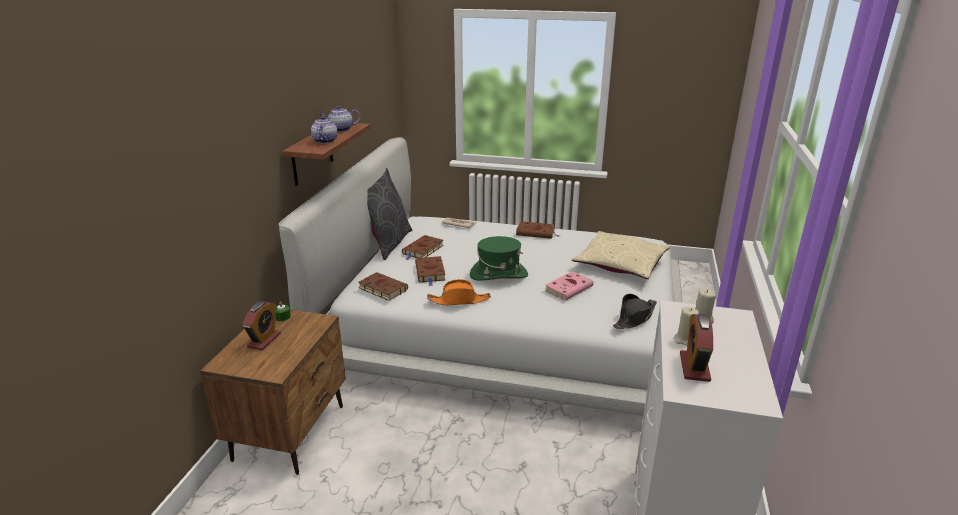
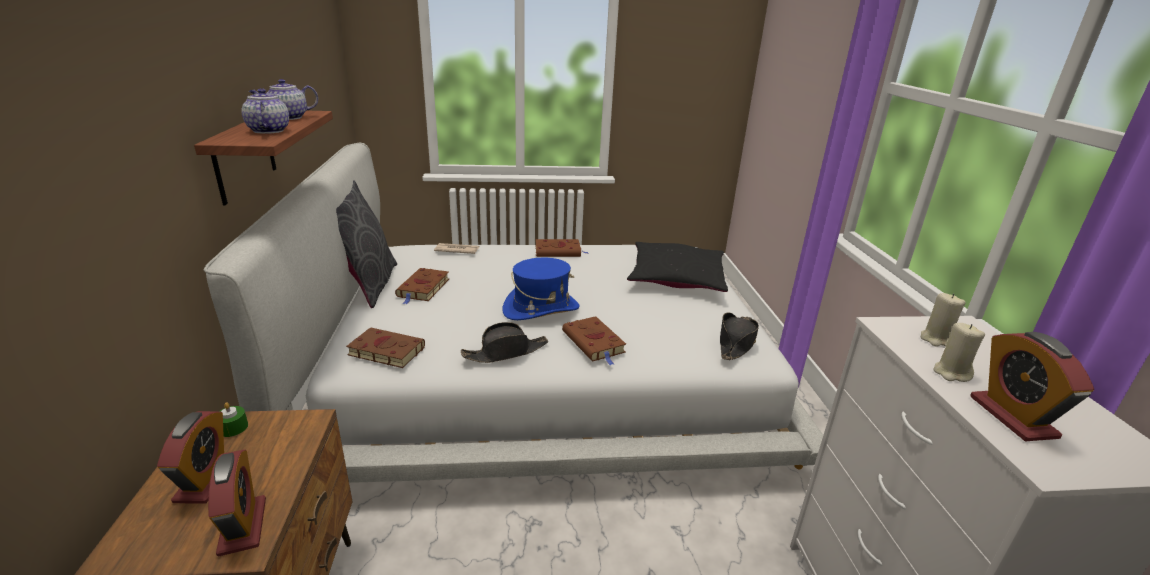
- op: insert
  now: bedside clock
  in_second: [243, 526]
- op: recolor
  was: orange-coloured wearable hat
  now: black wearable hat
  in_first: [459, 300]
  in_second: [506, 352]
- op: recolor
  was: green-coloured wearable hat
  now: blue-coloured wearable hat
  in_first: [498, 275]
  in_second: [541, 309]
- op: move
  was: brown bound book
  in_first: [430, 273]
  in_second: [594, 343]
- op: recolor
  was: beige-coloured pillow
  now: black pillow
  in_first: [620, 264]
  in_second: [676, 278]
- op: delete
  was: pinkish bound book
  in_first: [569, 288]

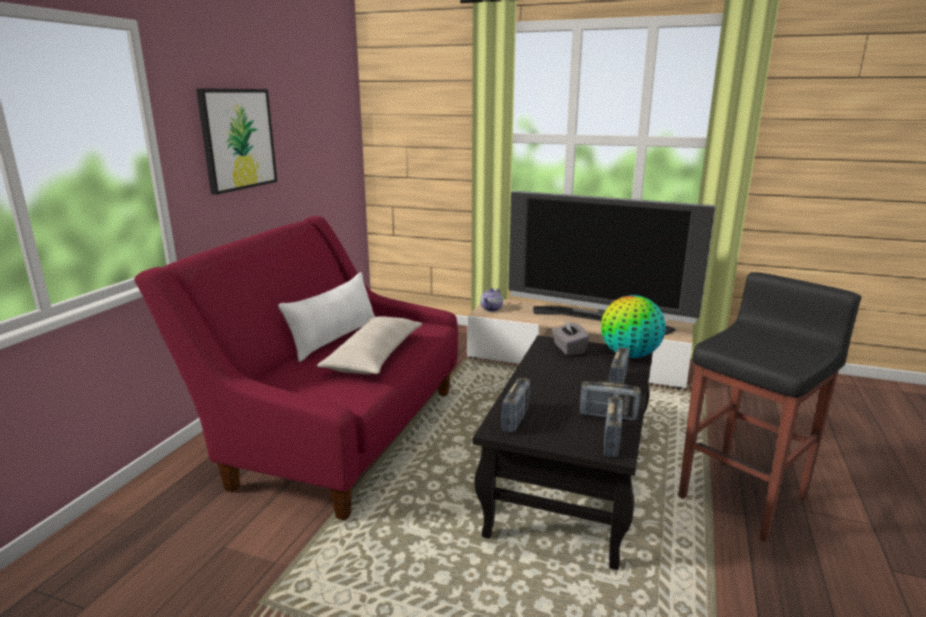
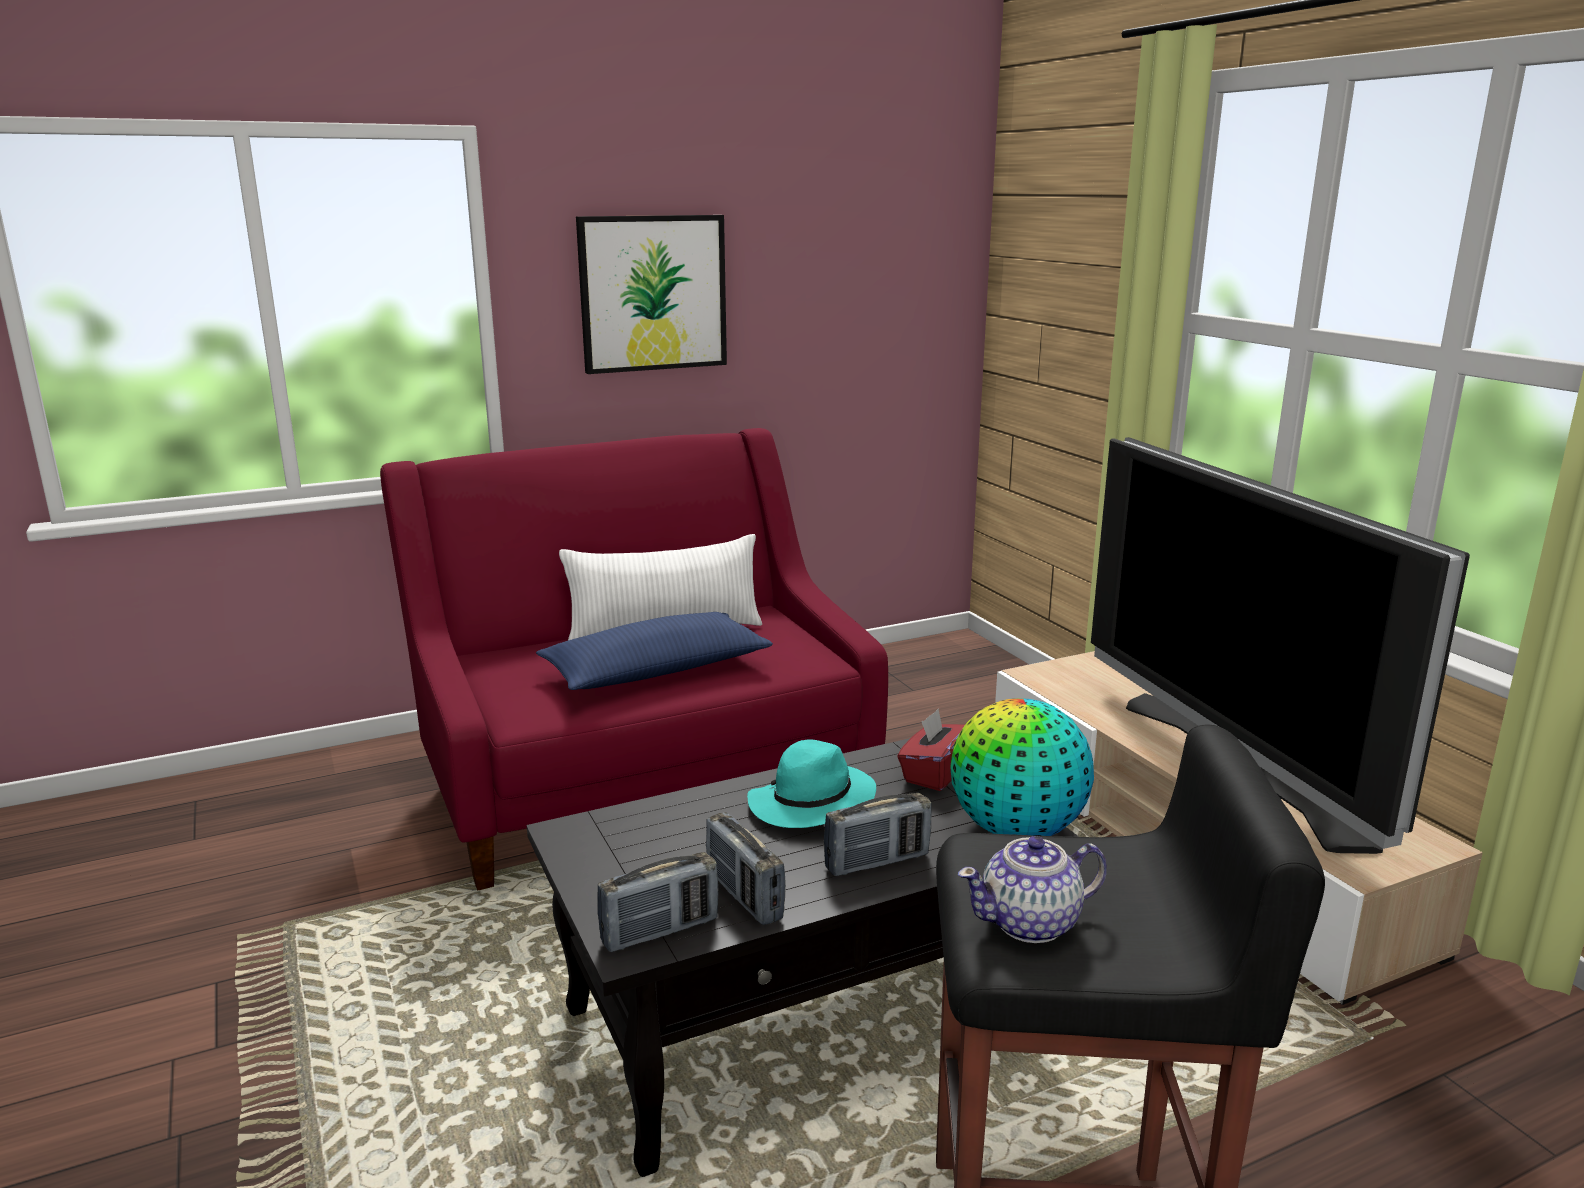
- op: recolor
  was: beige-coloured pillow
  now: blue-coloured pillow
  in_first: [374, 357]
  in_second: [655, 672]
- op: insert
  now: turquoise-coloured wearable hat
  in_second: [811, 805]
- op: recolor
  was: greyish tissue box
  now: red-coloured tissue box
  in_first: [568, 349]
  in_second: [934, 773]
- op: move
  was: pot for tea
  in_first: [492, 309]
  in_second: [1031, 923]
- op: delete
  was: radio receiver
  in_first: [515, 419]

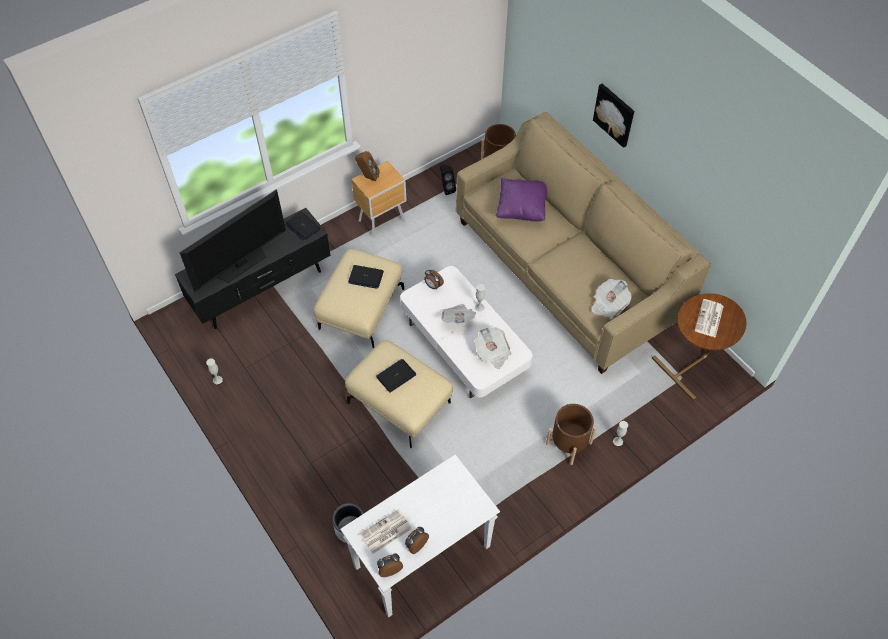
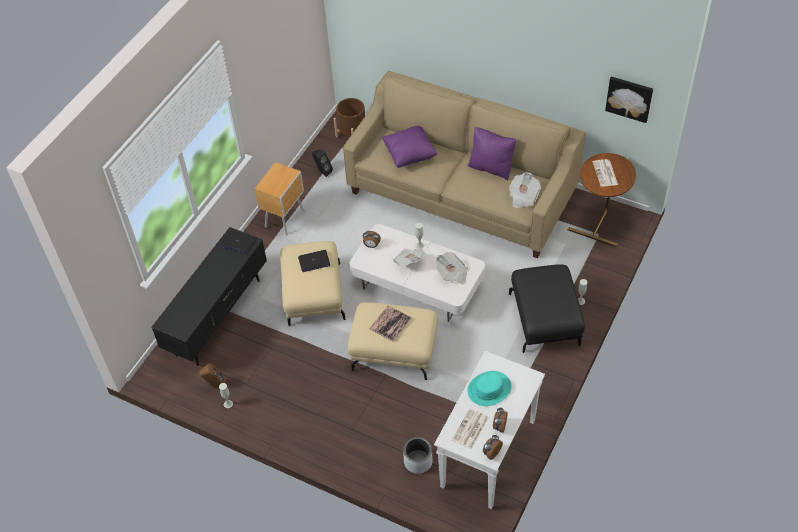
- op: move
  was: brown loudspeaker
  in_first: [368, 177]
  in_second: [215, 385]
- op: replace
  was: notebook computer
  now: bound book
  in_first: [396, 376]
  in_second: [390, 323]
- op: insert
  now: turquoise-coloured wearable hat
  in_second: [489, 389]
- op: insert
  now: purplish pillow
  in_second: [491, 167]
- op: replace
  was: brown planter
  now: black footrest
  in_first: [568, 443]
  in_second: [545, 319]
- op: move
  was: wall picture
  in_first: [615, 114]
  in_second: [629, 98]
- op: delete
  was: TV set
  in_first: [241, 264]

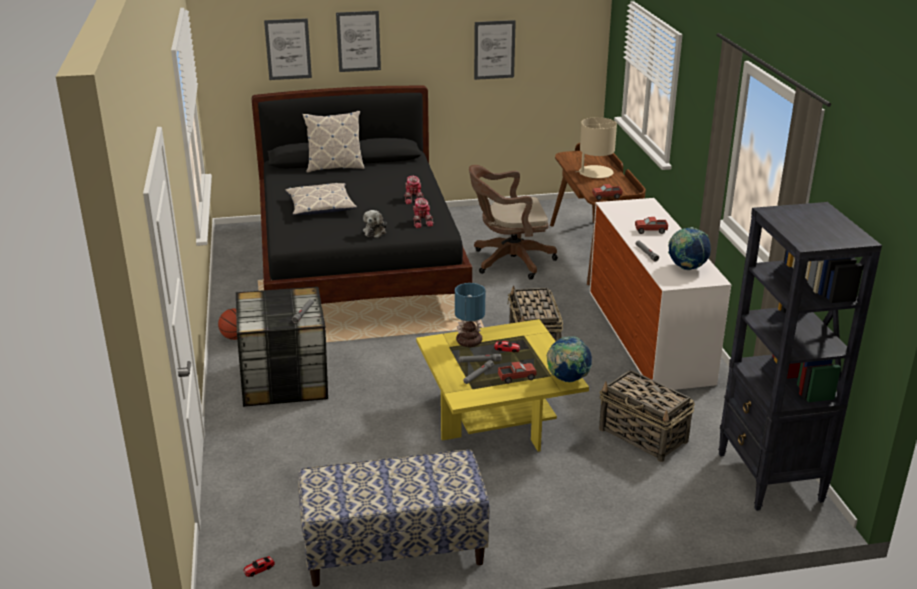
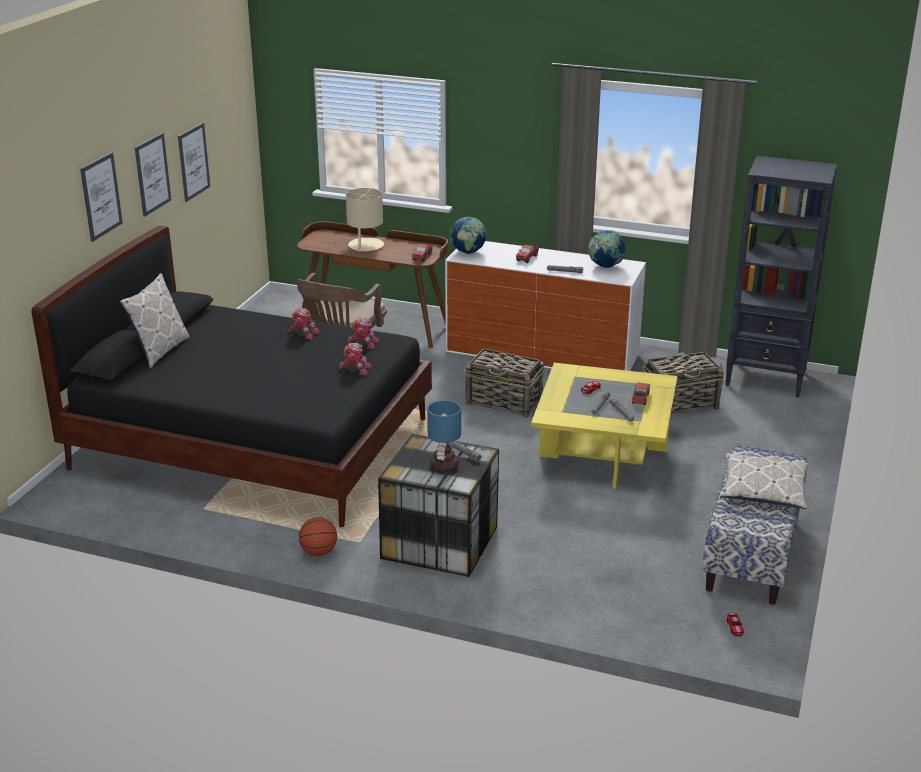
- op: move
  was: wall picture
  in_first: [288, 49]
  in_second: [152, 174]
- op: replace
  was: plush toy
  now: model robot
  in_first: [375, 231]
  in_second: [355, 369]
- op: move
  was: tabletop lamp
  in_first: [470, 341]
  in_second: [444, 464]
- op: move
  was: world globe
  in_first: [567, 379]
  in_second: [468, 253]
- op: move
  was: pillow
  in_first: [320, 206]
  in_second: [763, 489]

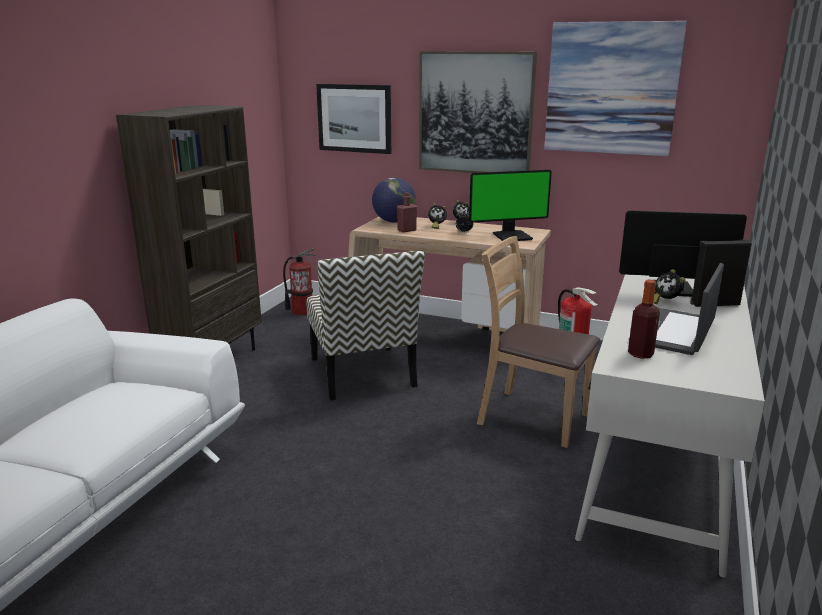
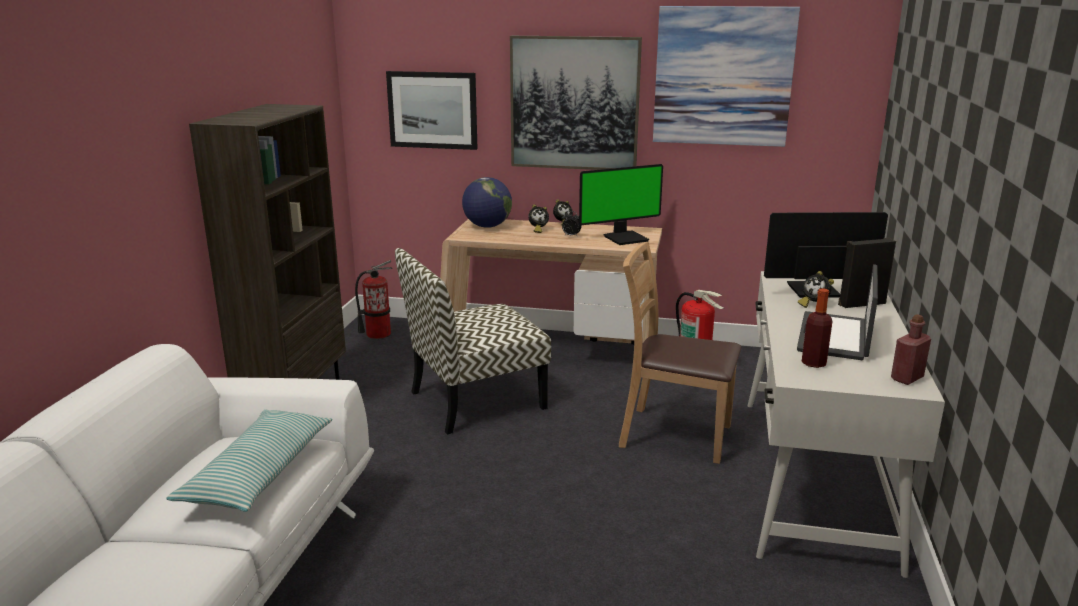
- op: insert
  now: pillow
  in_second: [259, 473]
- op: rotate
  was: plain chair
  in_first: [363, 373]
  in_second: [475, 401]
  clockwise: 90
- op: move
  was: red-coloured bottle
  in_first: [407, 230]
  in_second: [907, 378]

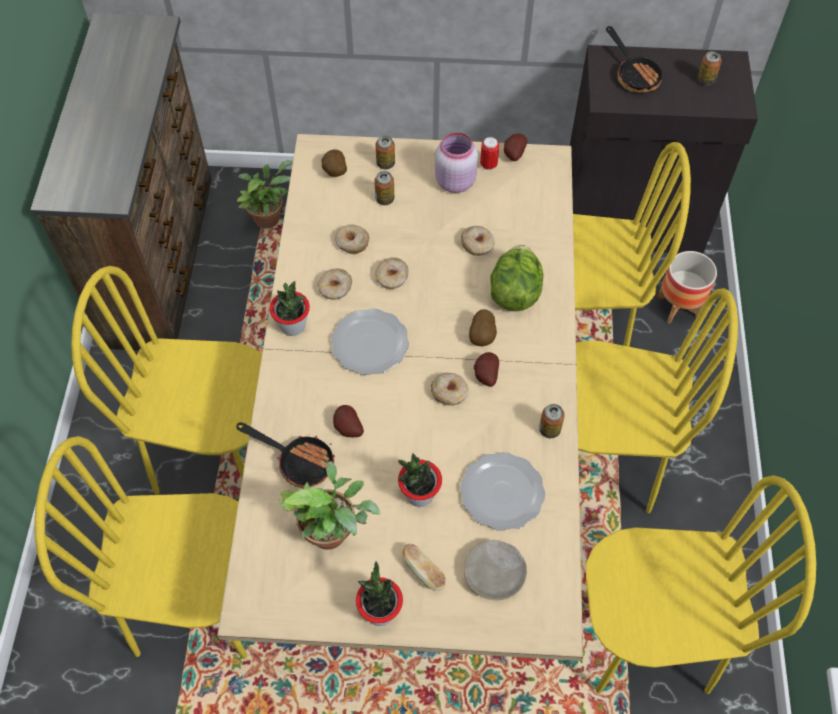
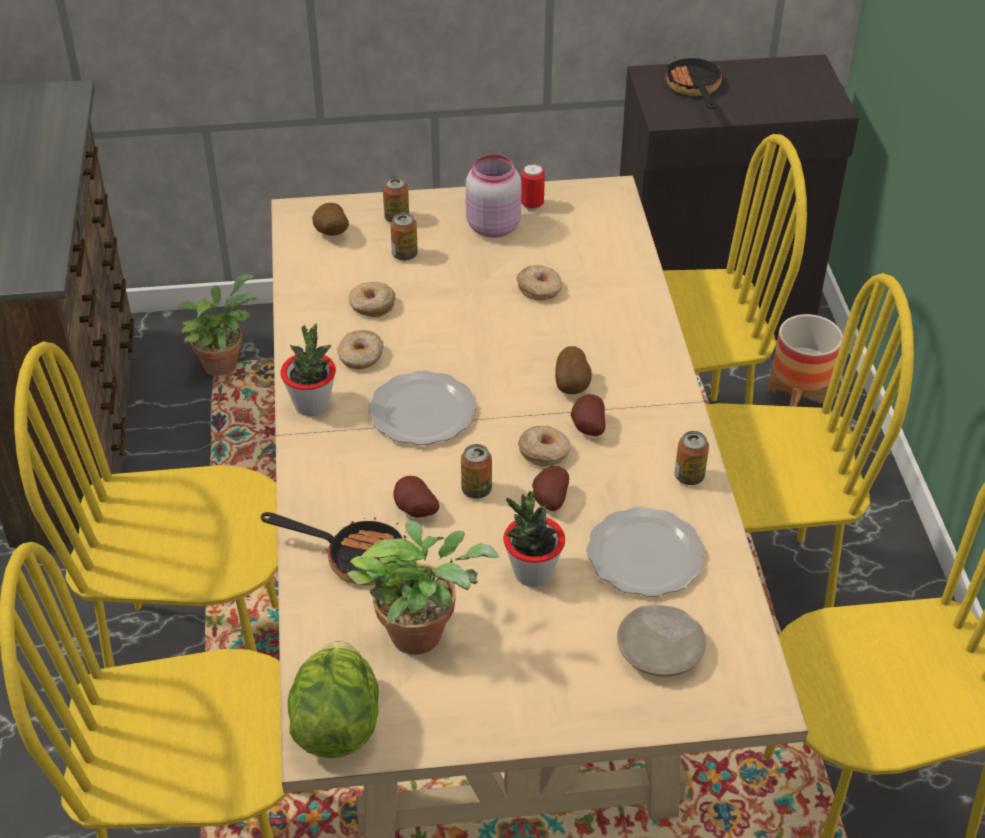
- op: move
  was: head of lettuce
  in_first: [514, 292]
  in_second: [336, 724]
- op: move
  was: metal can
  in_first: [705, 80]
  in_second: [476, 490]
- op: move
  was: potato
  in_first: [513, 154]
  in_second: [548, 500]
- op: rotate
  was: skillet
  in_first: [634, 74]
  in_second: [694, 89]
  clockwise: -150
- op: delete
  was: potted plant
  in_first: [380, 612]
- op: delete
  was: donut
  in_first: [392, 277]
- op: delete
  was: bakery bread
  in_first: [423, 571]

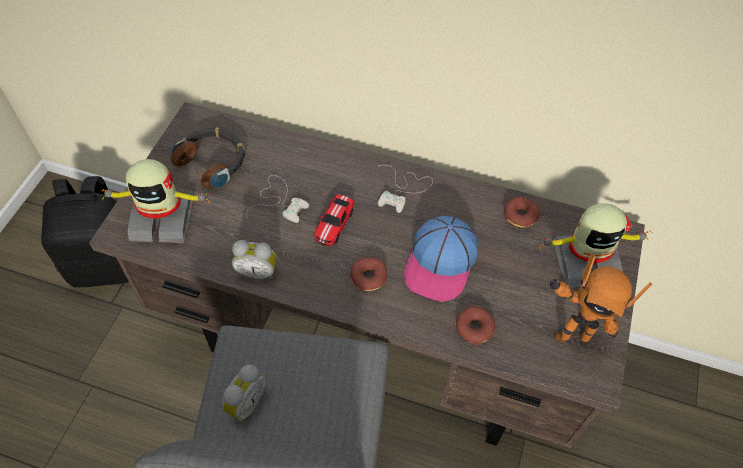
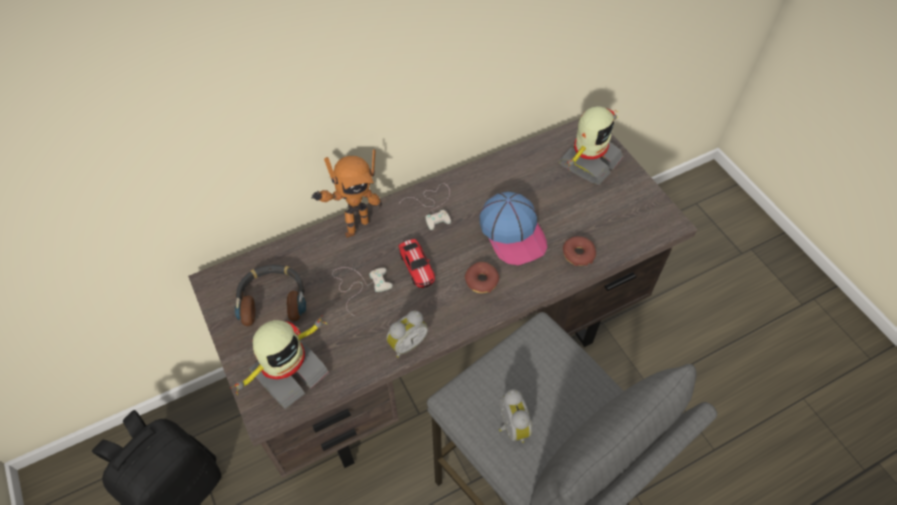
- op: move
  was: model robot
  in_first: [570, 333]
  in_second: [354, 226]
- op: delete
  was: donut
  in_first: [520, 215]

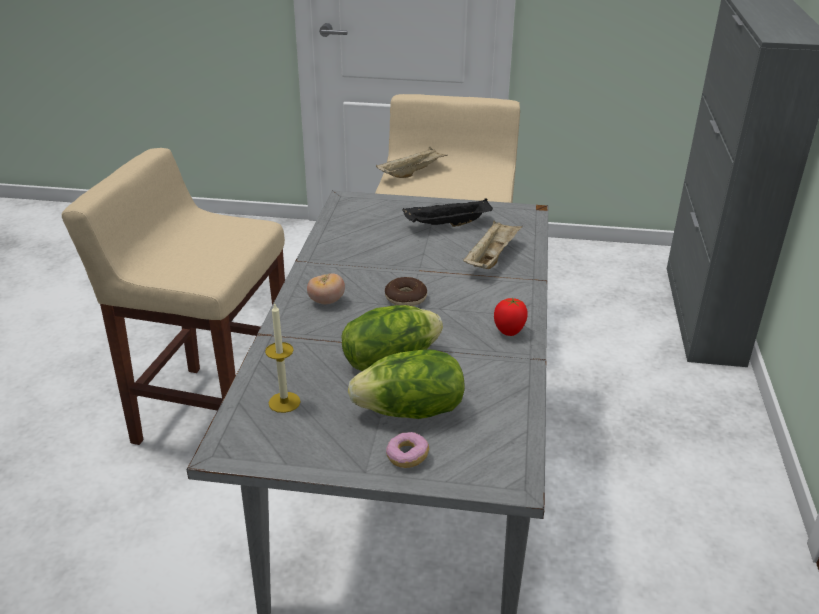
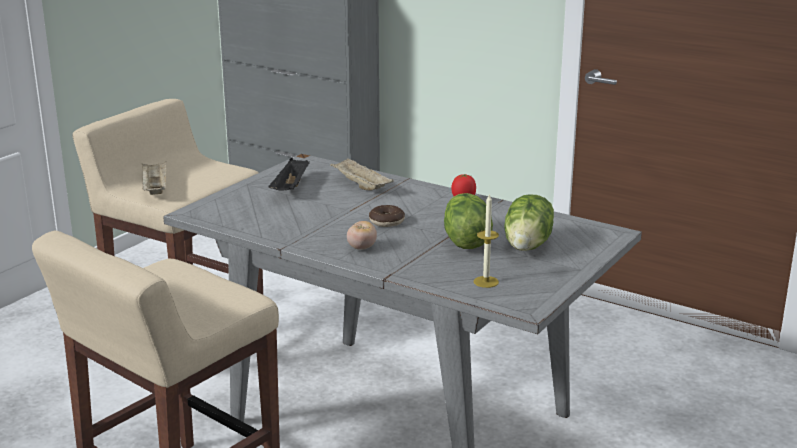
- op: delete
  was: donut
  in_first: [407, 457]

